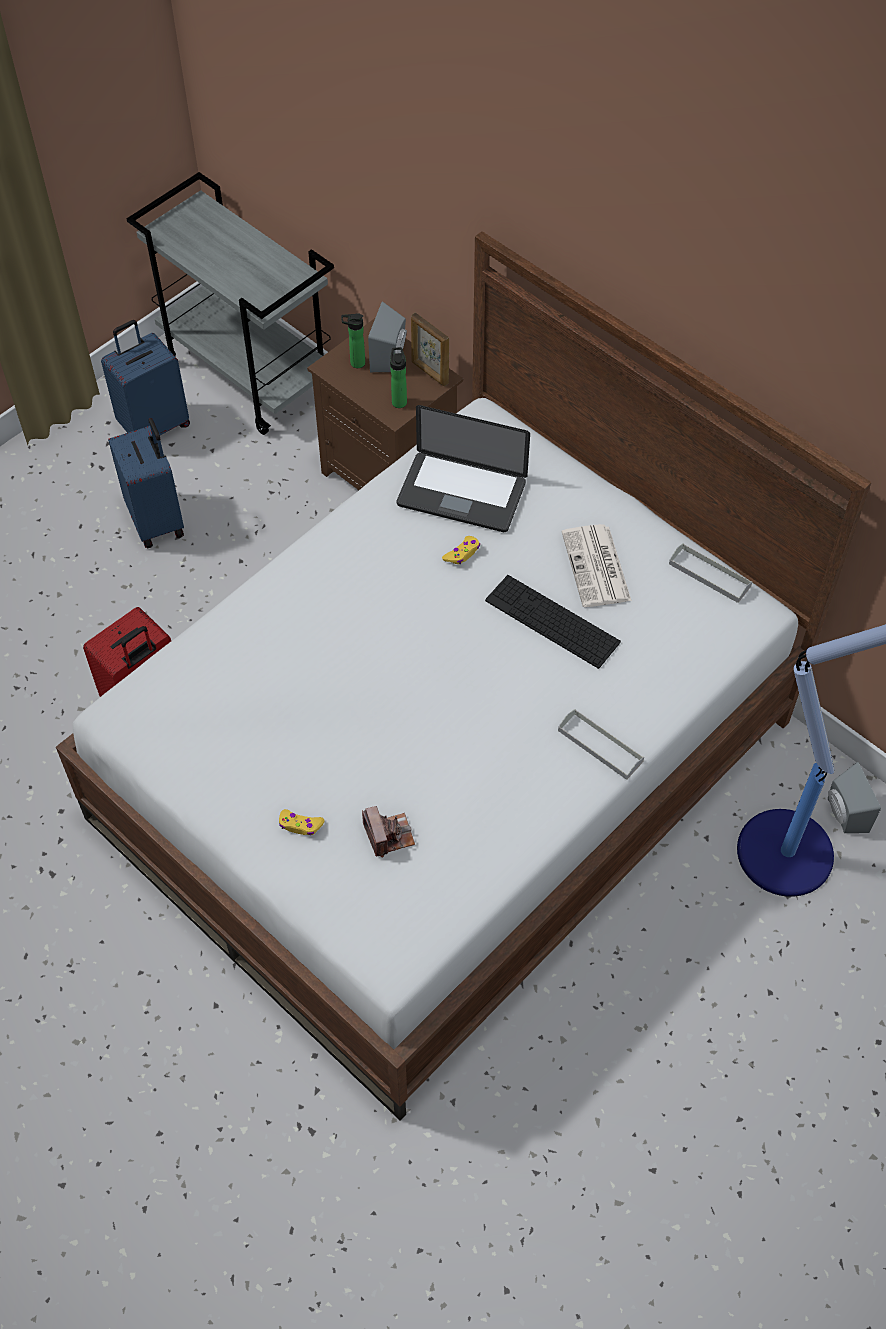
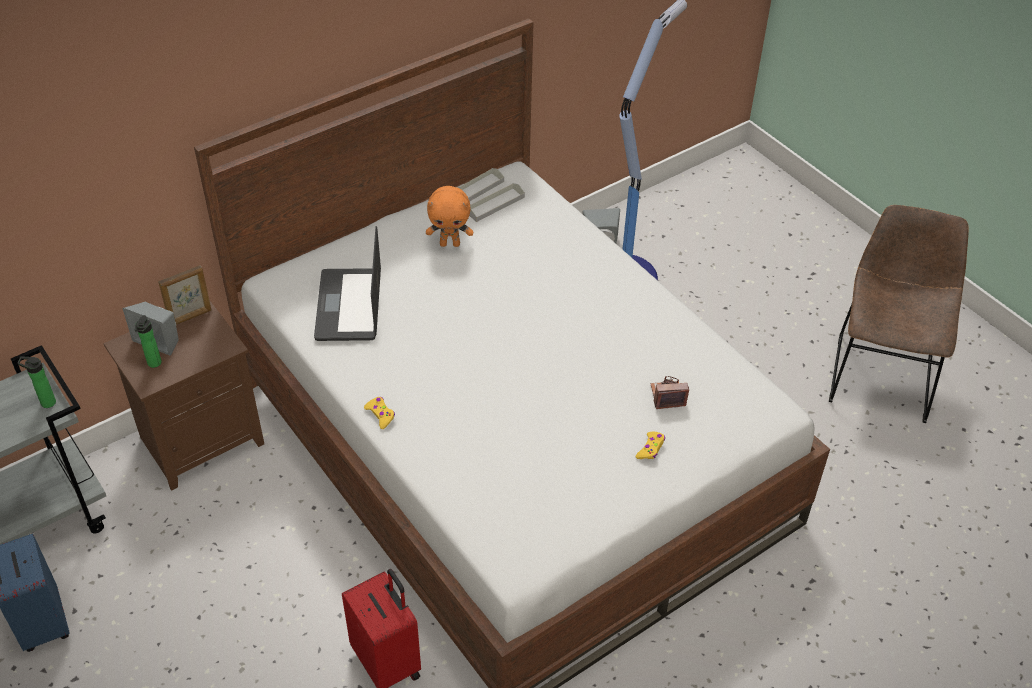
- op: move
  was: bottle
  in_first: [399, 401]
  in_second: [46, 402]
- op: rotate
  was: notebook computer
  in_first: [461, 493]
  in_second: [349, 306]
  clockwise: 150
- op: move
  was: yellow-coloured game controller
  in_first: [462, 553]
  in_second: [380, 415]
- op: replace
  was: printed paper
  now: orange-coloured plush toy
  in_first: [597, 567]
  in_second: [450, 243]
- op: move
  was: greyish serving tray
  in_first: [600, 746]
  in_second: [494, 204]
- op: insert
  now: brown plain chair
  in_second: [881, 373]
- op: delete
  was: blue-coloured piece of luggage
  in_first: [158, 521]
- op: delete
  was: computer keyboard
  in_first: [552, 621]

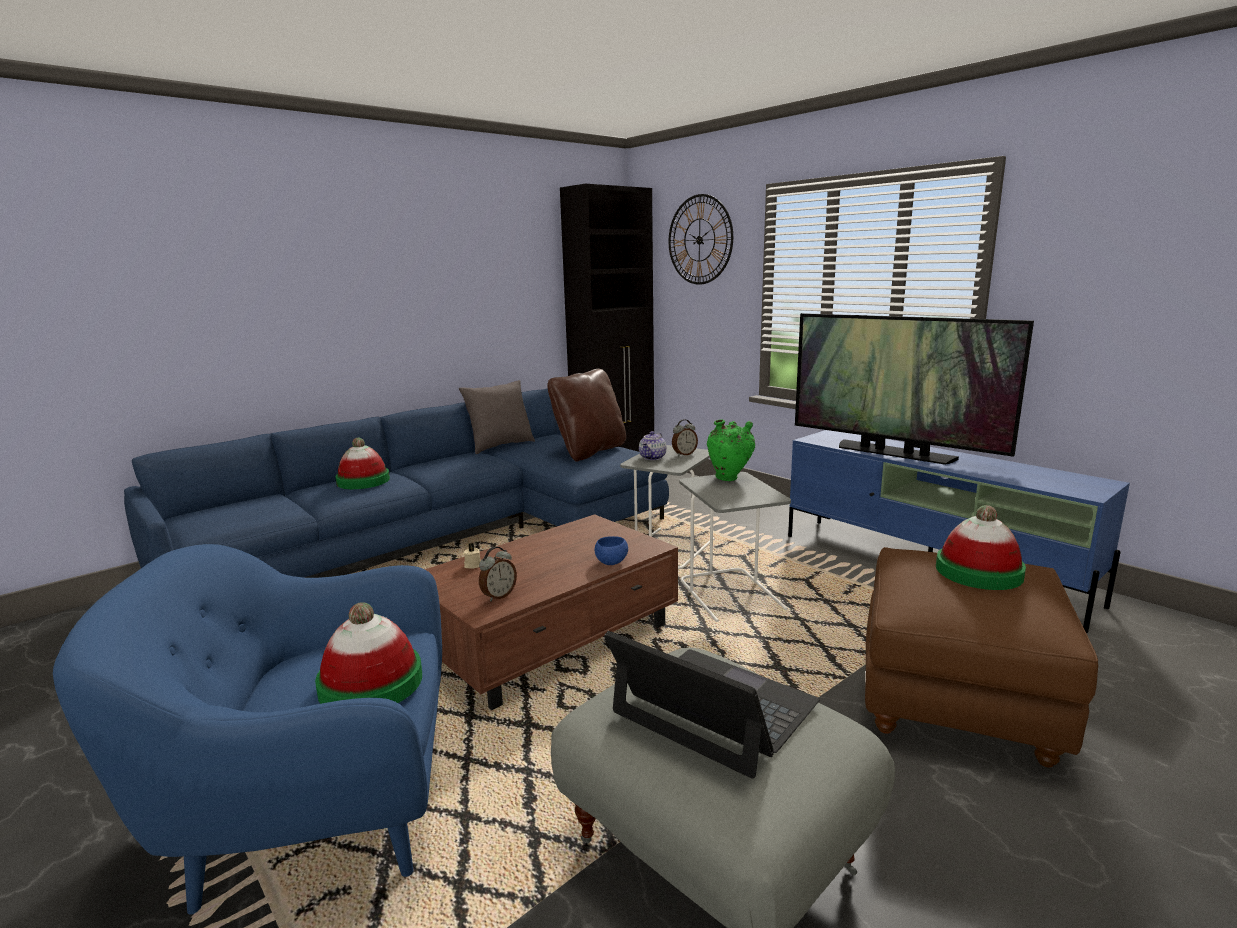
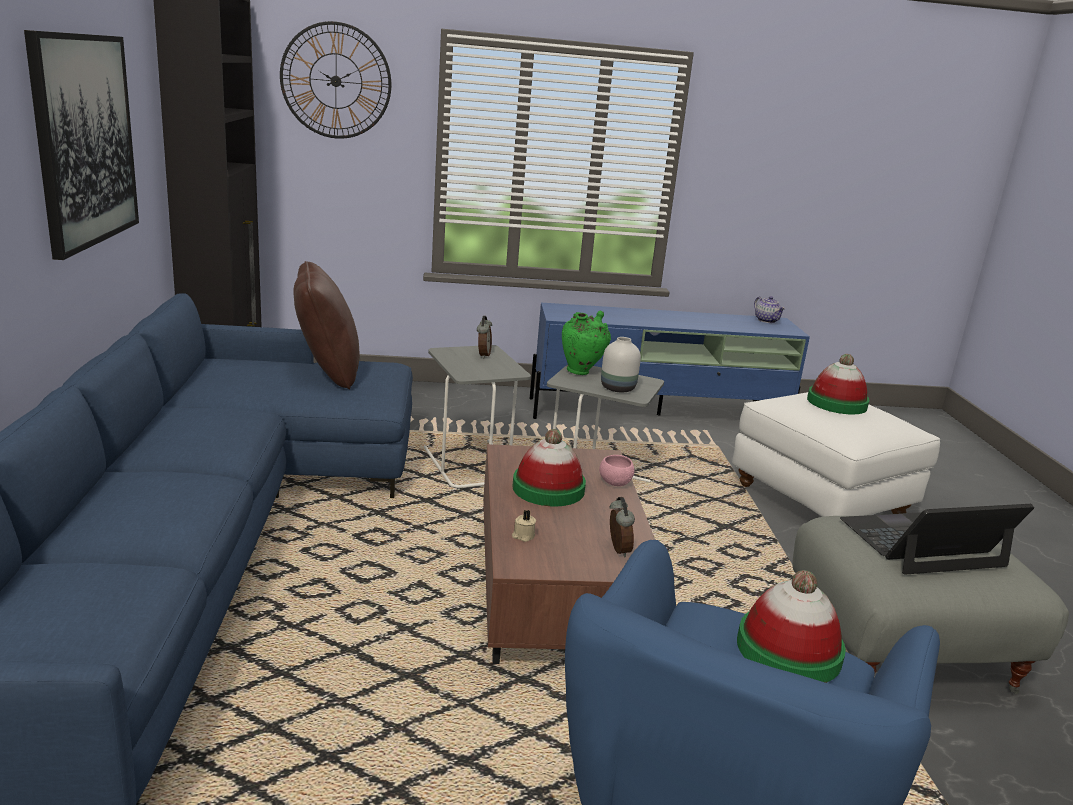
- op: insert
  now: wall picture
  in_second: [85, 140]
- op: move
  was: wearable hat
  in_first: [363, 481]
  in_second: [548, 488]
- op: recolor
  was: blue-coloured deep dish
  now: pinkish deep dish
  in_first: [611, 562]
  in_second: [615, 483]
- op: insert
  now: white-coloured vase
  in_second: [617, 388]
- op: recolor
  was: brown footrest
  now: white-coloured footrest
  in_first: [957, 702]
  in_second: [821, 501]
- op: move
  was: pot for tea
  in_first: [653, 457]
  in_second: [767, 320]
- op: delete
  was: greyish pillow
  in_first: [500, 446]
- op: delete
  was: TV set
  in_first: [893, 453]

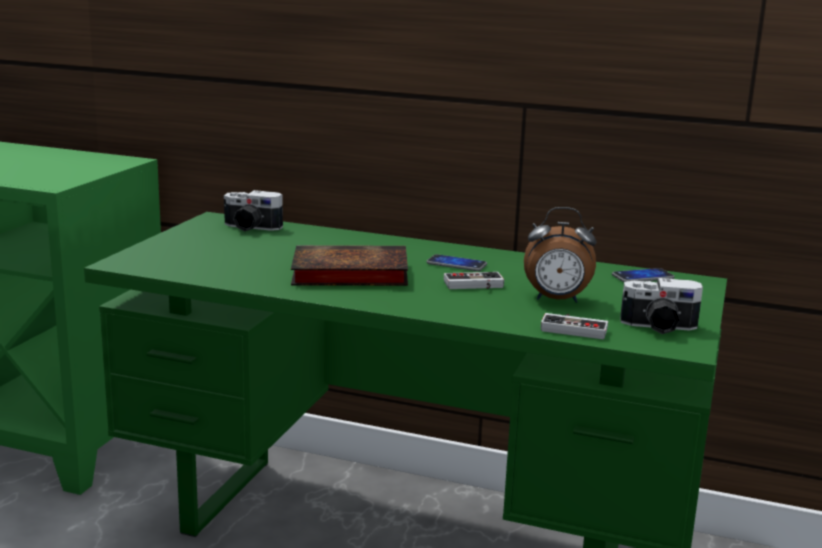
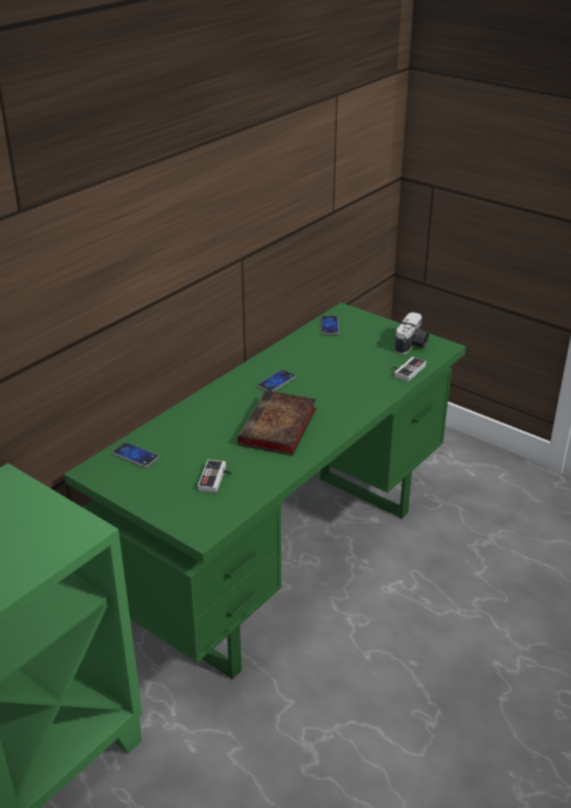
- op: replace
  was: photo camera
  now: phone
  in_first: [250, 228]
  in_second: [135, 456]
- op: move
  was: game controller
  in_first: [474, 286]
  in_second: [216, 479]
- op: delete
  was: bedside clock
  in_first: [556, 300]

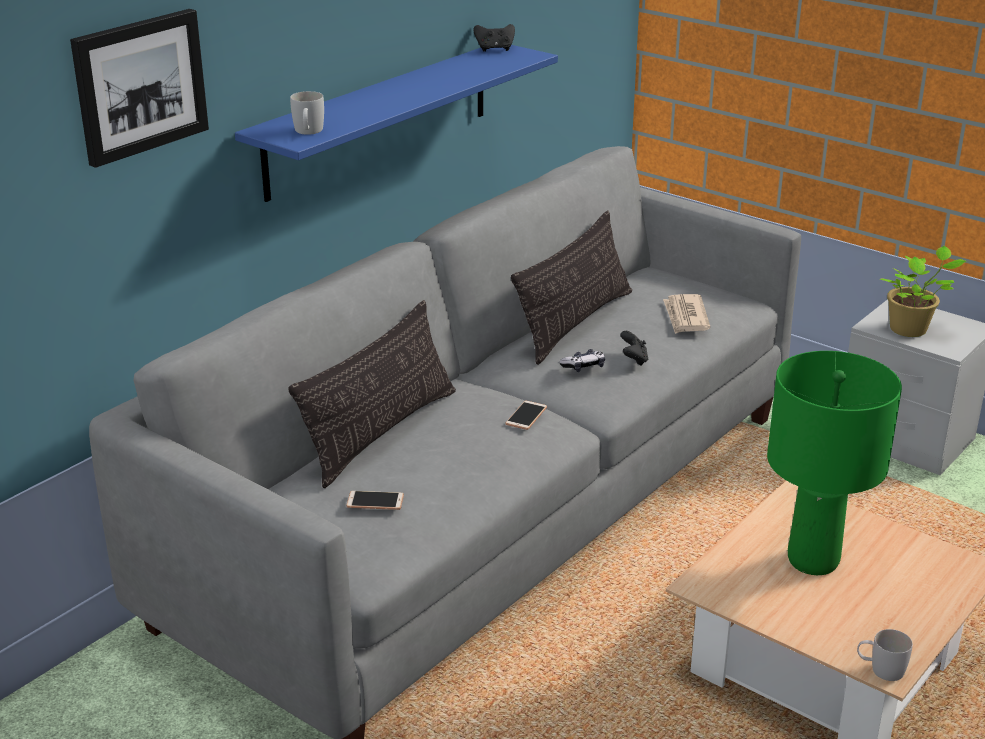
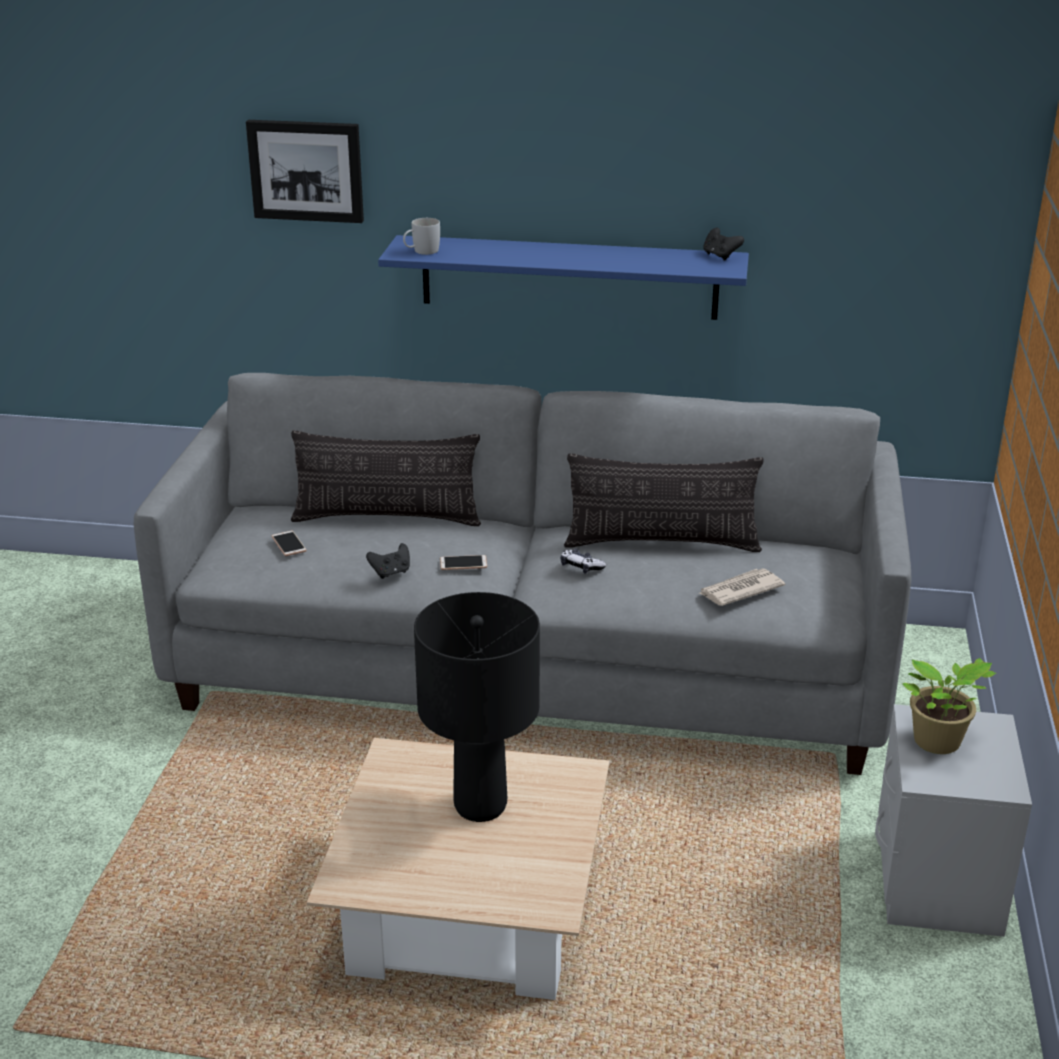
- op: move
  was: black game controller
  in_first: [634, 360]
  in_second: [391, 573]
- op: recolor
  was: green-coloured tabletop lamp
  now: black tabletop lamp
  in_first: [813, 561]
  in_second: [479, 806]
- op: delete
  was: white-coloured mug
  in_first: [880, 669]

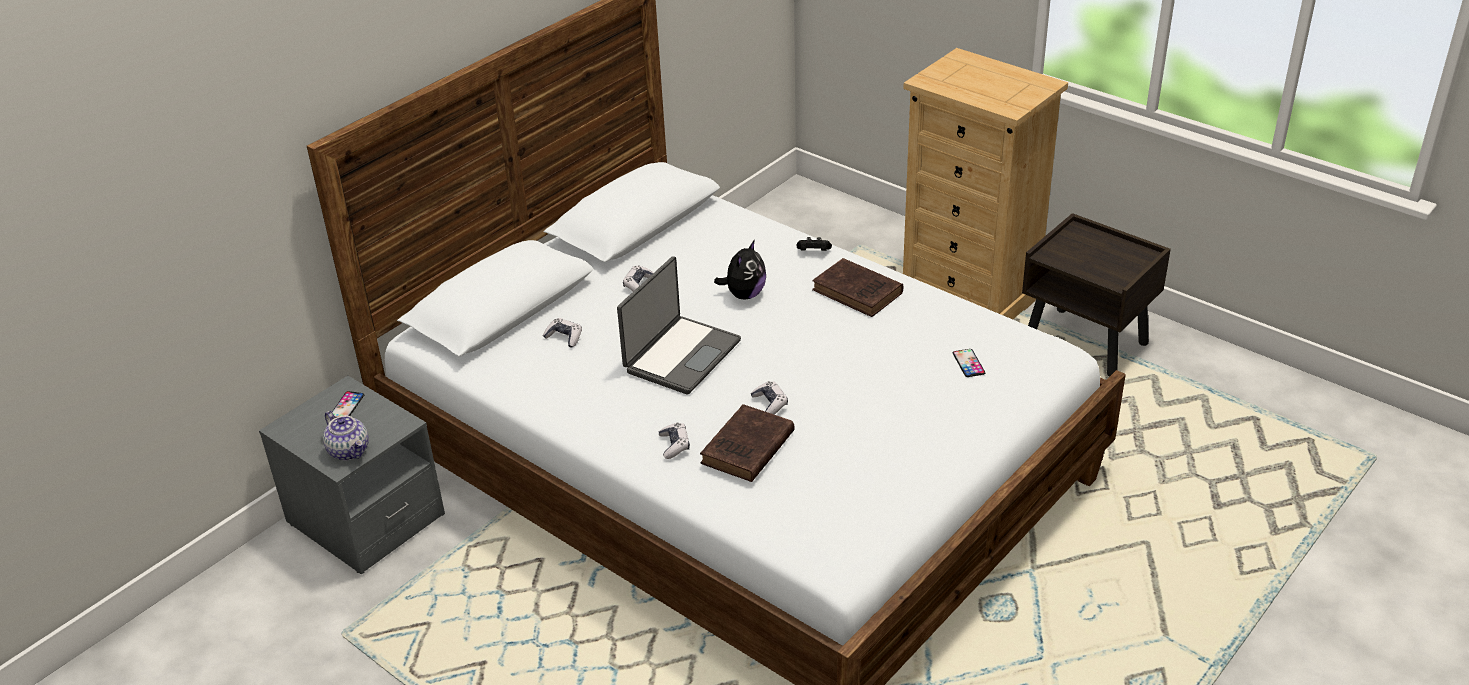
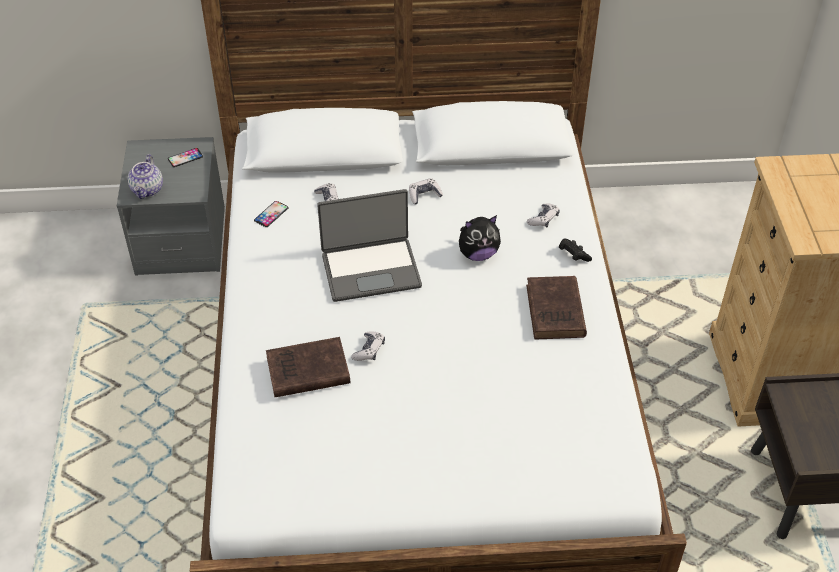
- op: move
  was: phone
  in_first: [968, 363]
  in_second: [271, 214]
- op: move
  was: game controller
  in_first: [674, 445]
  in_second: [543, 219]

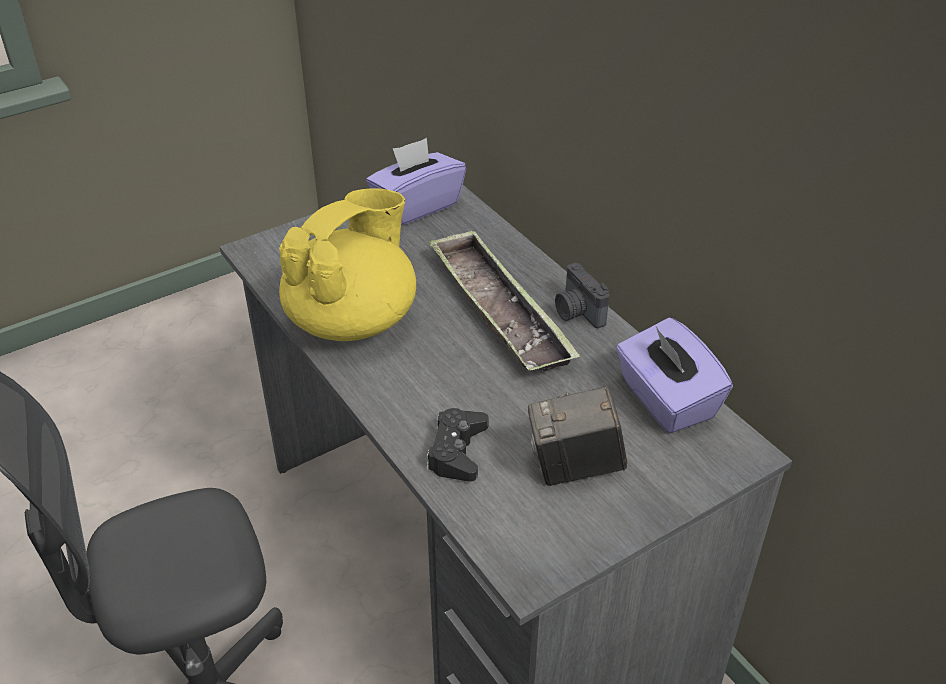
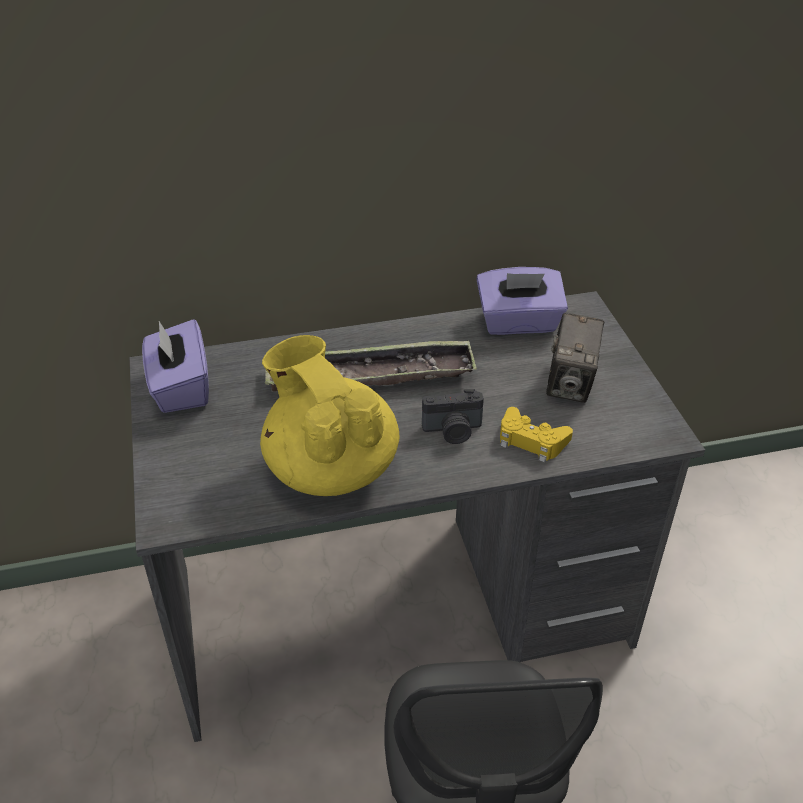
- op: move
  was: photo camera
  in_first: [577, 312]
  in_second: [453, 431]
- op: recolor
  was: black game controller
  now: yellow-coloured game controller
  in_first: [457, 451]
  in_second: [531, 440]

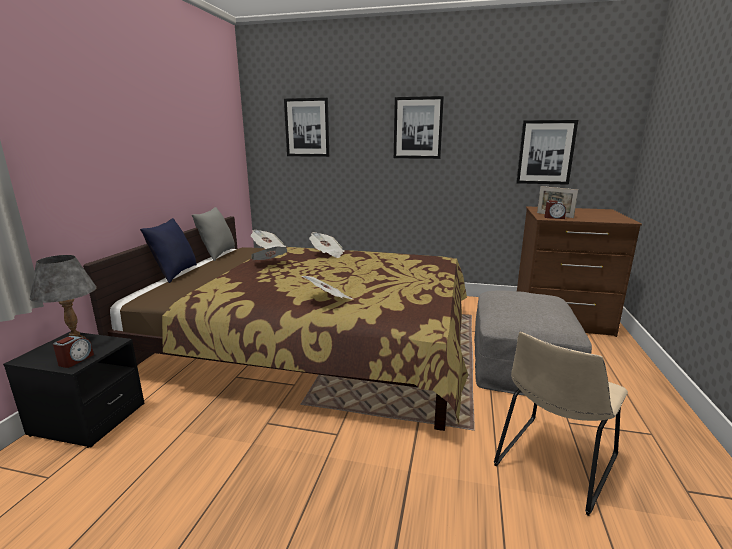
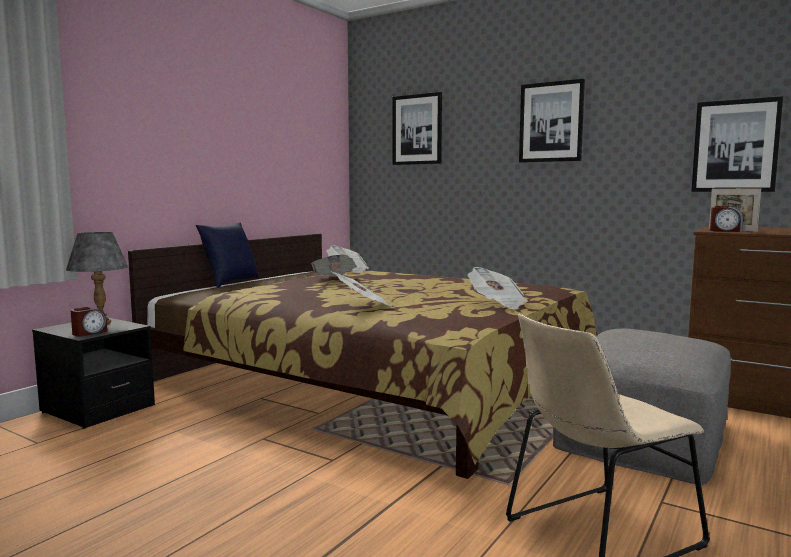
- op: move
  was: printed paper
  in_first: [327, 254]
  in_second: [497, 304]
- op: delete
  was: greyish pillow
  in_first: [217, 254]

